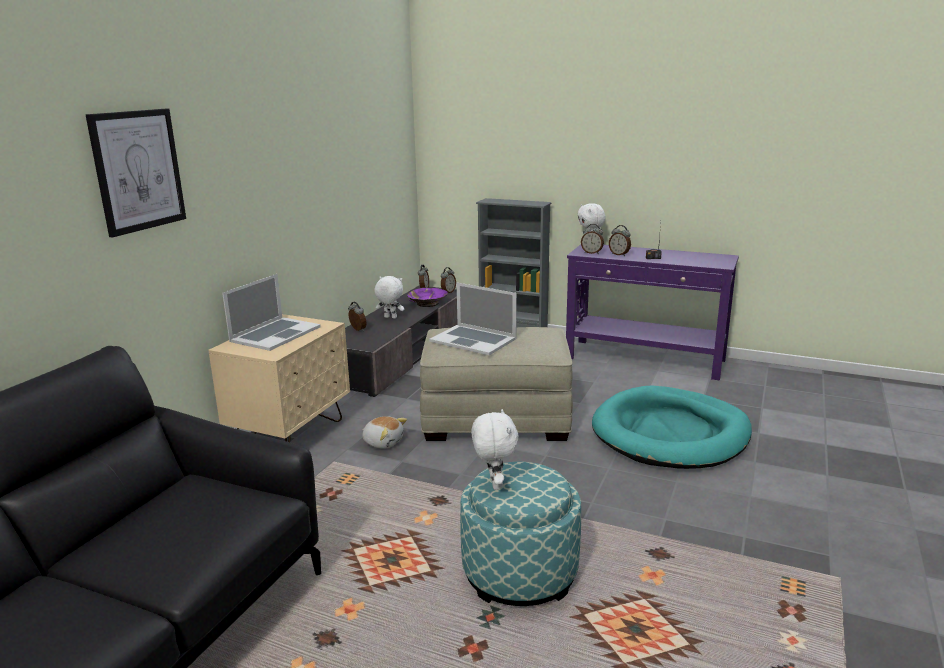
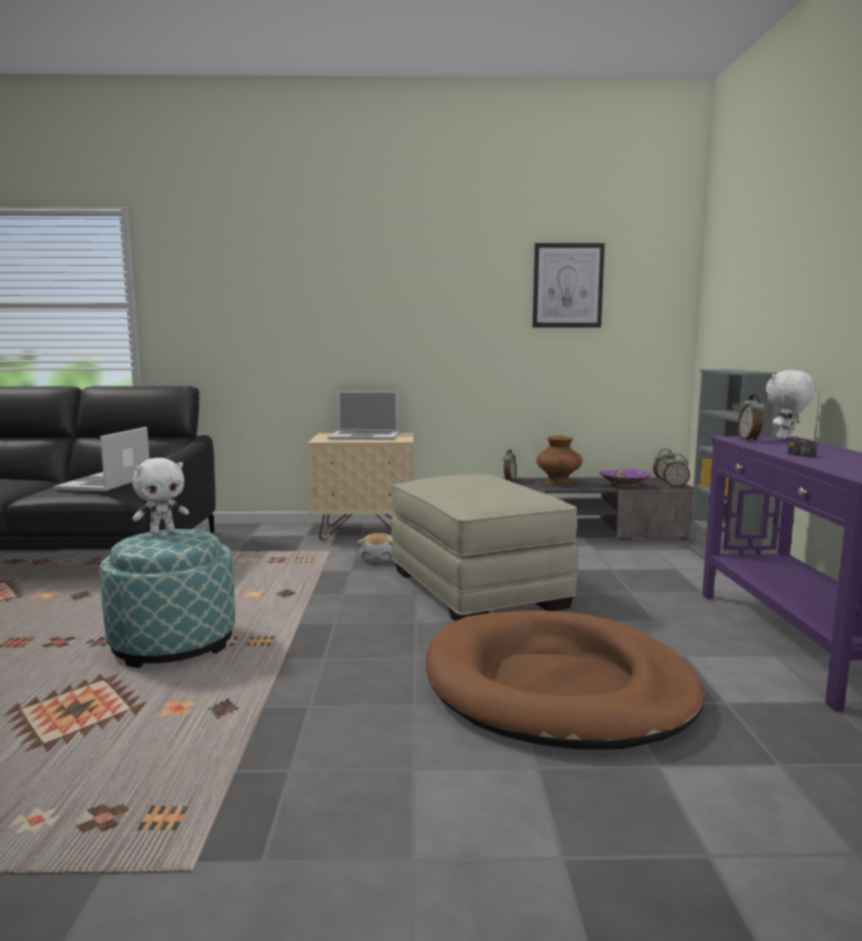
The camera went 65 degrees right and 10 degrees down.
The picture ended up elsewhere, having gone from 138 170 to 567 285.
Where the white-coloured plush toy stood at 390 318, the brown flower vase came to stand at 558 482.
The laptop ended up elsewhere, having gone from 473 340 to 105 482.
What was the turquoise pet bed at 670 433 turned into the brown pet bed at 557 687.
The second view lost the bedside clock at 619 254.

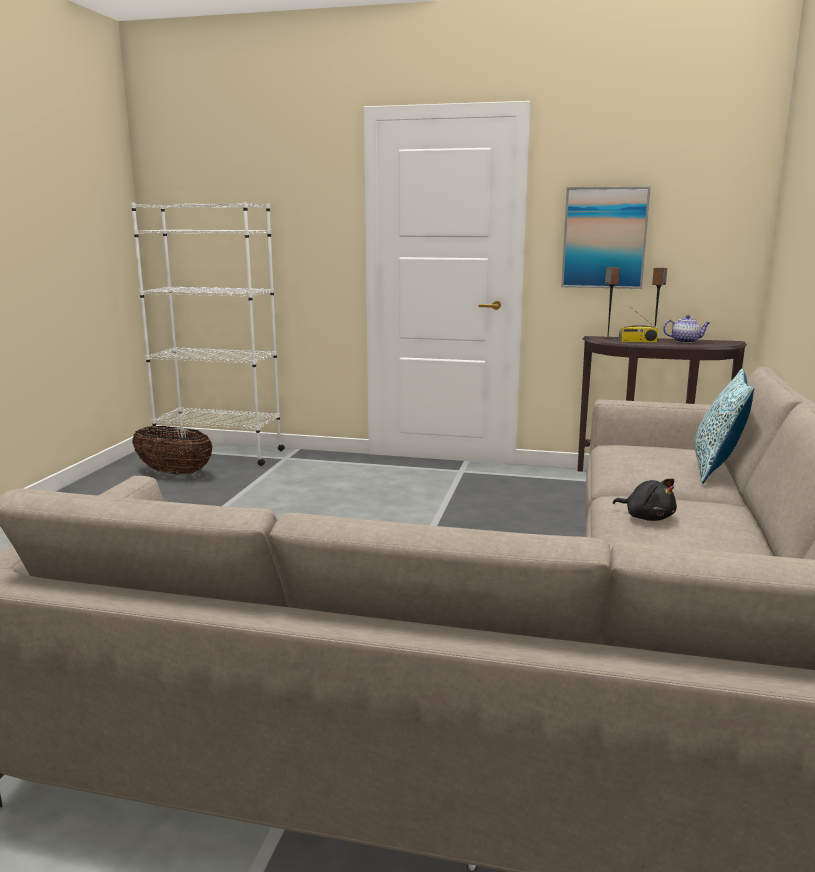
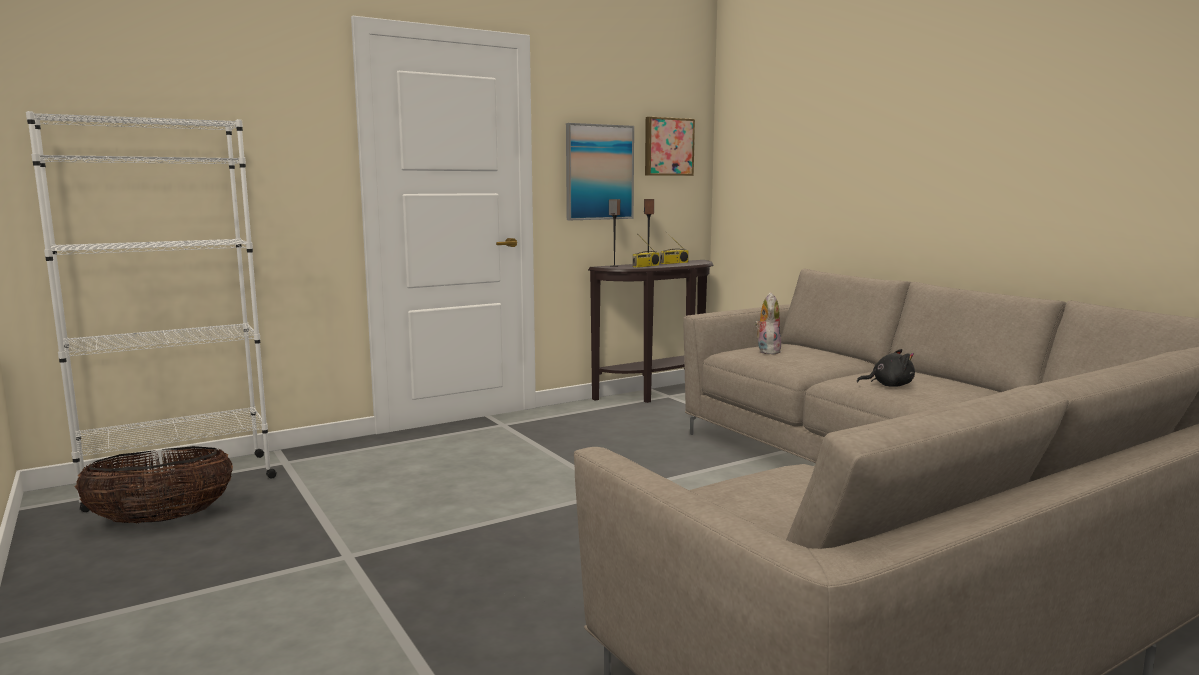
The camera went 45 degrees left and 5 degrees down.
Where the pot for tea stood at 685 341, the radio receiver came to stand at 674 263.
The second view lost the throw pillow at 716 469.
The second view gained the picture at 668 147.
The second view gained the plush toy at 767 351.

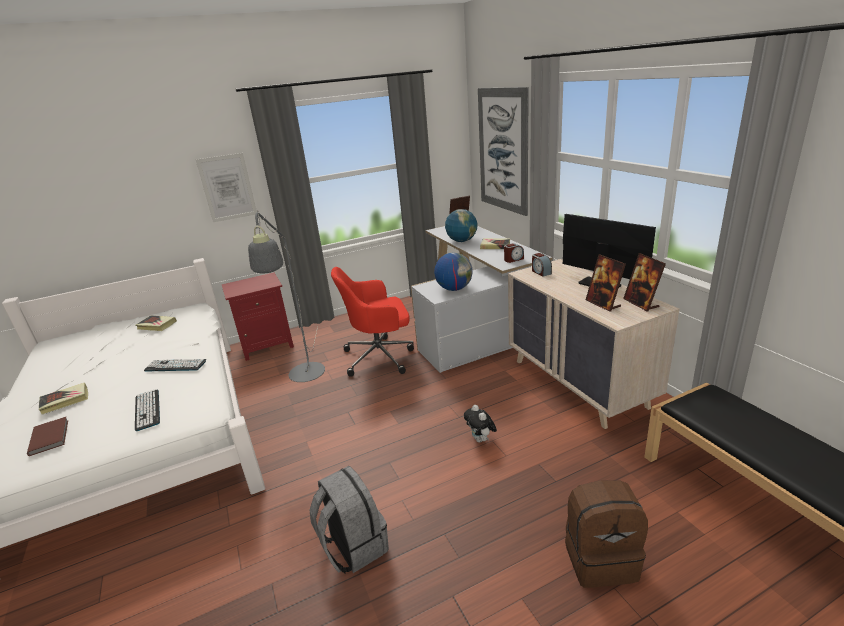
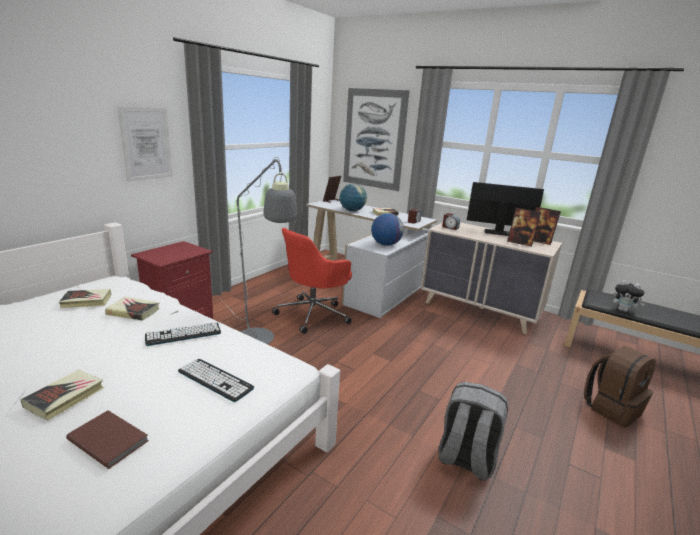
The camera went 35 degrees left and 5 degrees down.
The plush toy ended up elsewhere, having gone from 481 440 to 623 310.
The second view gained the book at 133 311.

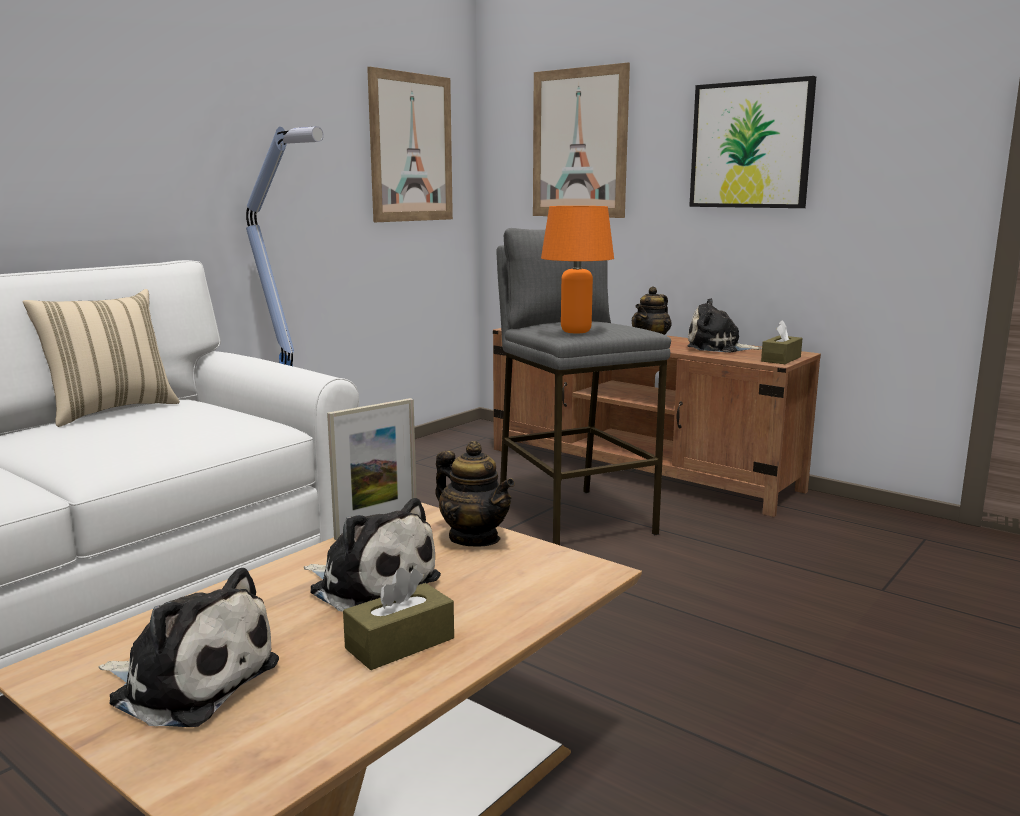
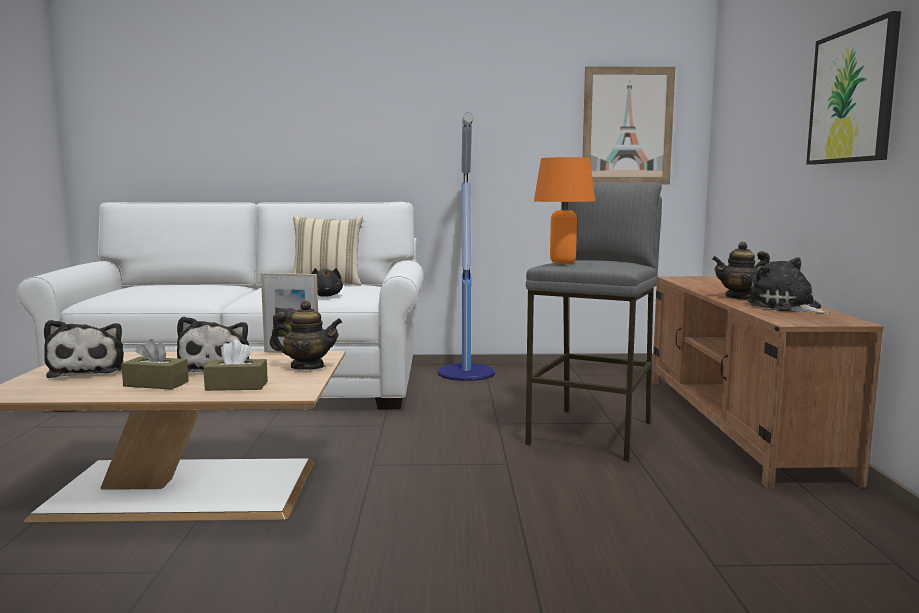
The camera went 50 degrees right and 5 degrees down.
The pot for tea at 474 538 ended up facing another way, 90 degrees counterclockwise from before.
The second view lost the picture at 579 143.
The brown tissue holder ended up elsewhere, having gone from 781 359 to 236 386.
The second view gained the blackish plush toy at 326 296.

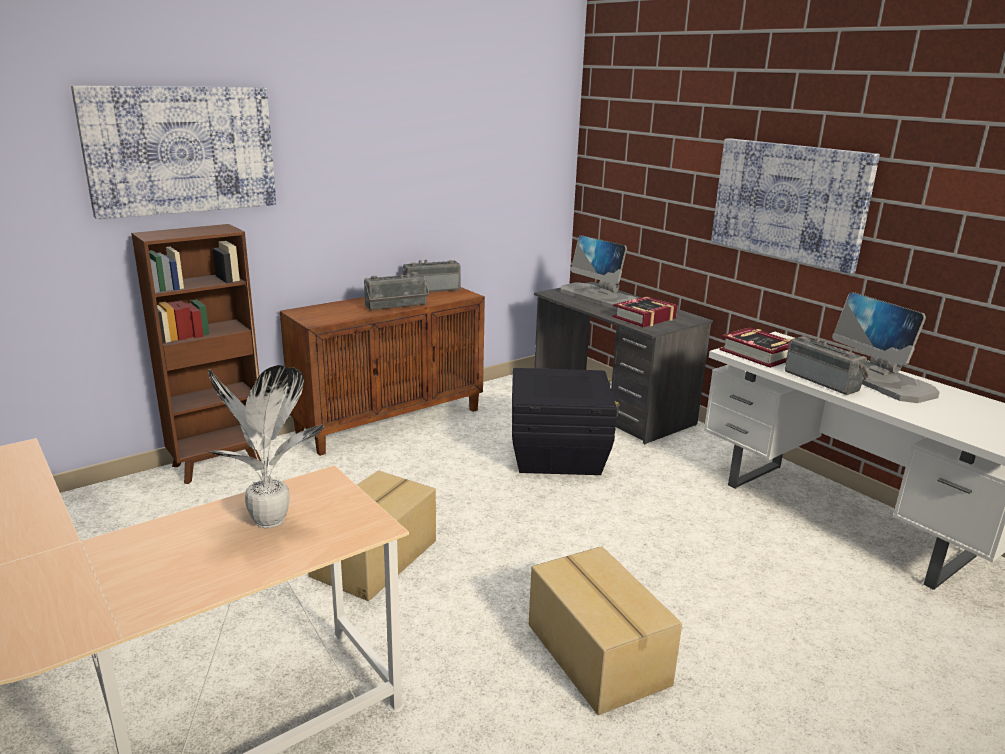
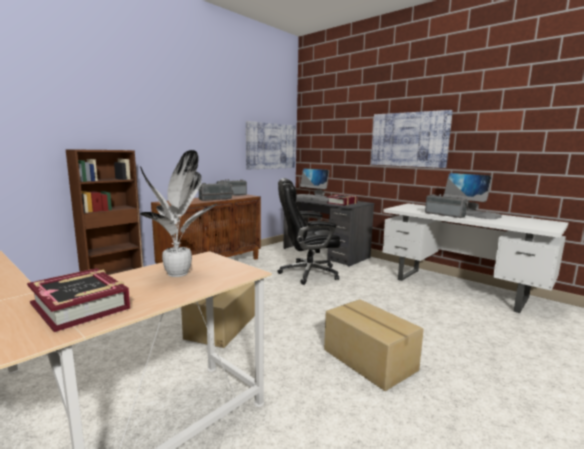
The camera went 10 degrees left and 10 degrees down.
The picture ended up elsewhere, having gone from 181 150 to 270 146.
Where the blackish storage box stood at 558 454, the blackish desk chair came to stand at 307 273.
The book ended up elsewhere, having gone from 758 354 to 81 306.

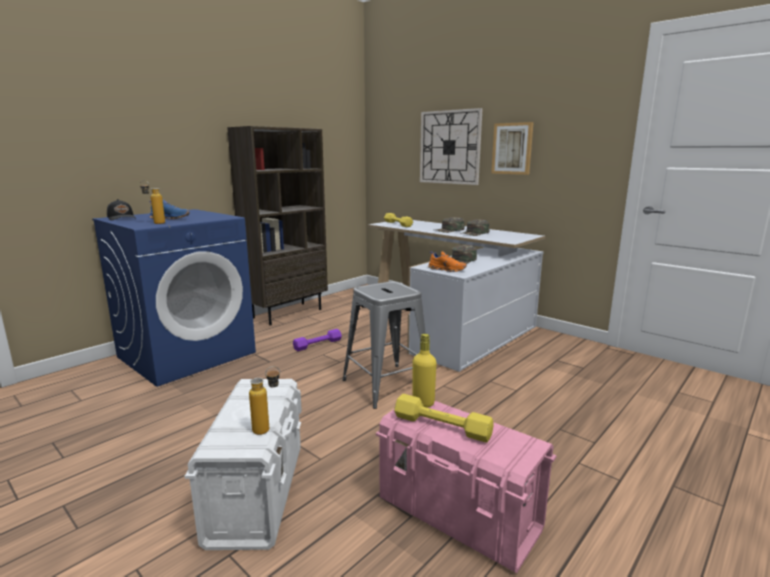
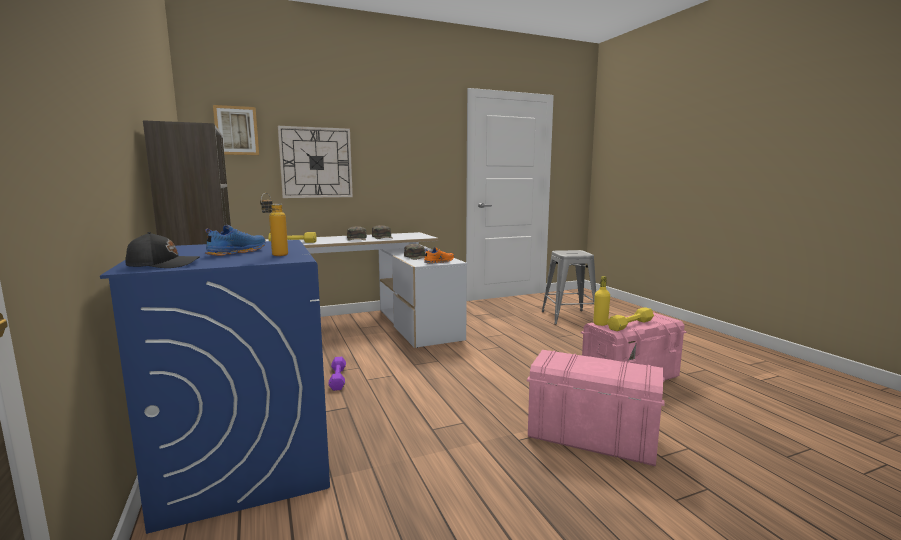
The camera went 65 degrees left and 5 degrees down.
What was the white-coloured storage box at 257 493 turned into the pink storage box at 591 438.
The second view lost the beverage bottle at 268 429.
The grey stool seat ended up elsewhere, having gone from 387 385 to 569 317.
The picture ended up elsewhere, having gone from 512 148 to 236 130.

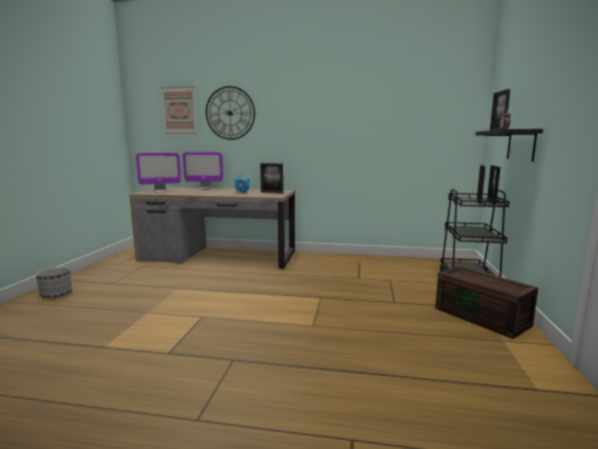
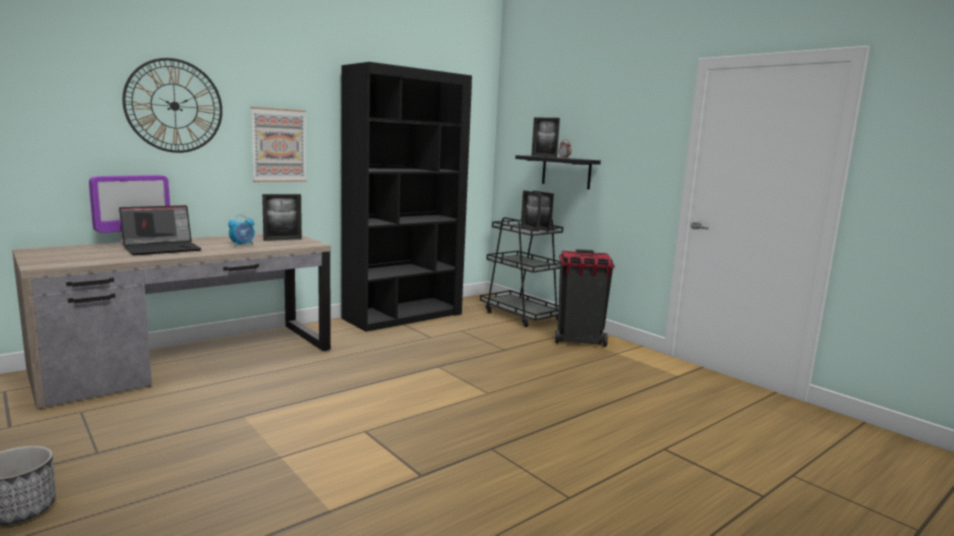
The camera went 50 degrees left and 0 degrees up.
The second view lost the monitor at 160 191.
The picture ended up elsewhere, having gone from 179 110 to 279 145.
Where the brown storage box stood at 483 317, the blackish rubbish bin came to stand at 579 340.
The second view gained the laptop at 163 249.
The second view gained the blackish shelving unit at 403 316.

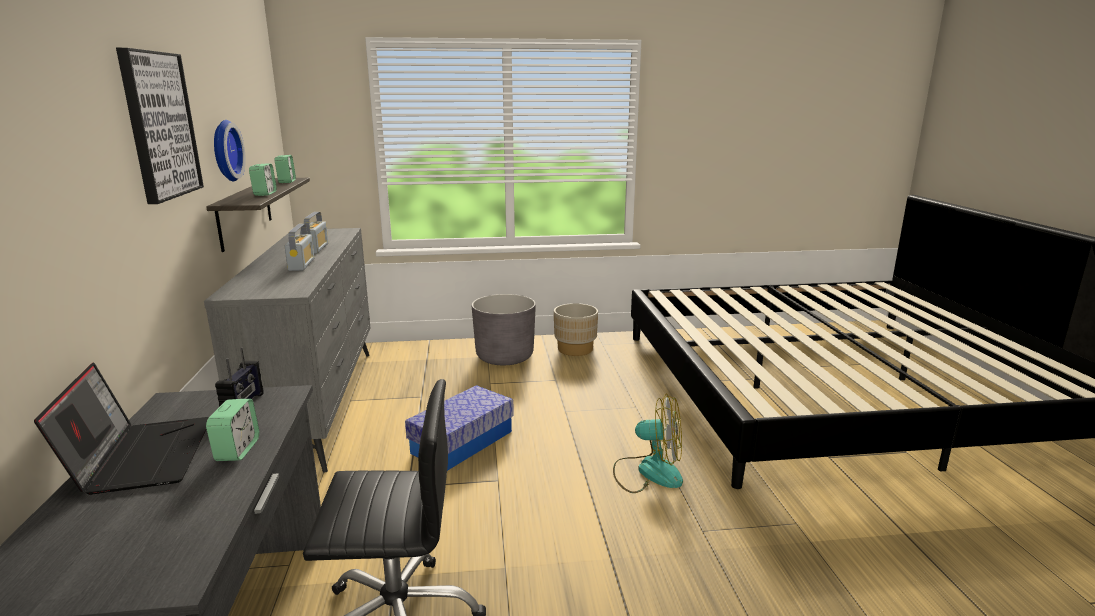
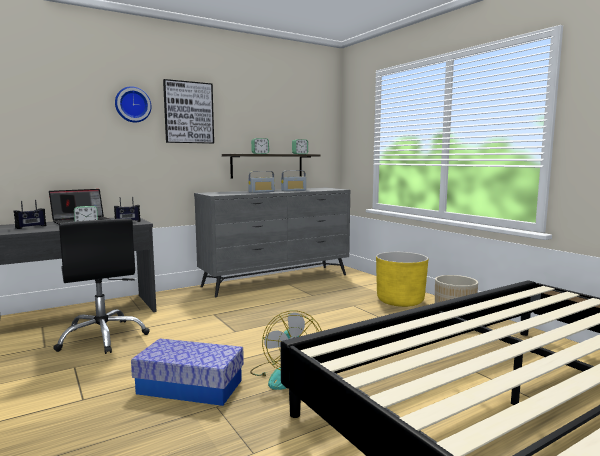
The camera went 65 degrees right and 10 degrees down.
The hanging clock ended up elsewhere, having gone from 224 151 to 132 104.
The storage box ended up elsewhere, having gone from 462 442 to 190 387.
What was the grey flower pot at 504 356 turned into the yellow flower pot at 400 301.
The second view gained the radio receiver at 31 227.

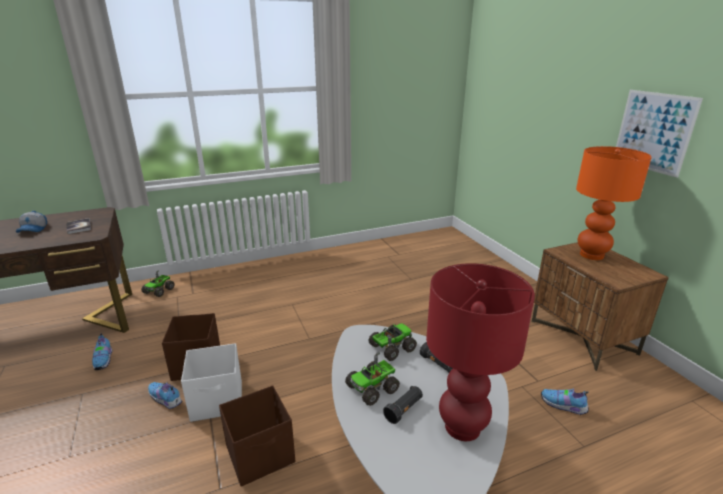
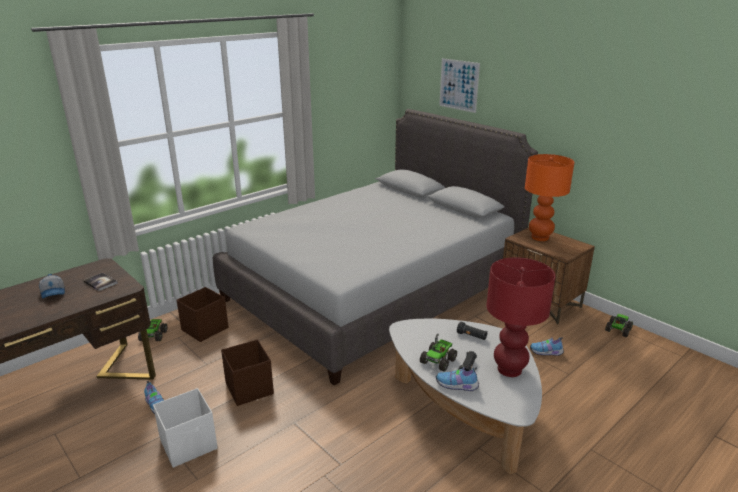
The camera went 20 degrees left and 0 degrees up.
The low shoe ended up elsewhere, having gone from 166 400 to 458 386.
The white-coloured storage box ended up elsewhere, having gone from 218 401 to 189 445.
The brown storage box ended up elsewhere, having gone from 261 455 to 205 329.
The toy lorry ended up elsewhere, having gone from 391 348 to 618 330.
The picture ended up elsewhere, having gone from 653 132 to 459 85.
The second view gained the grey bed at 374 291.

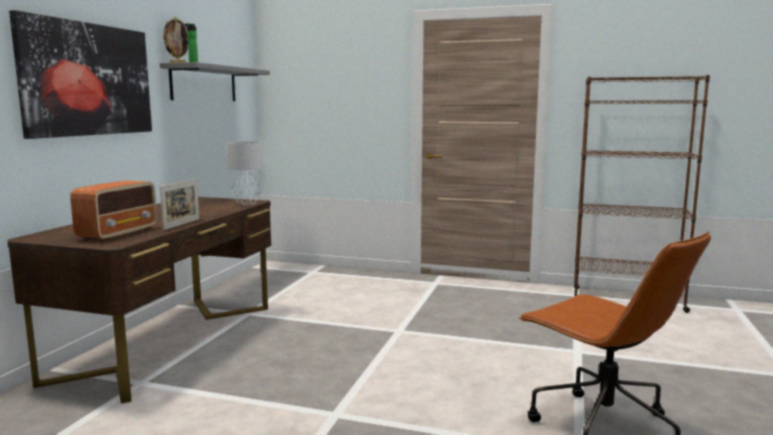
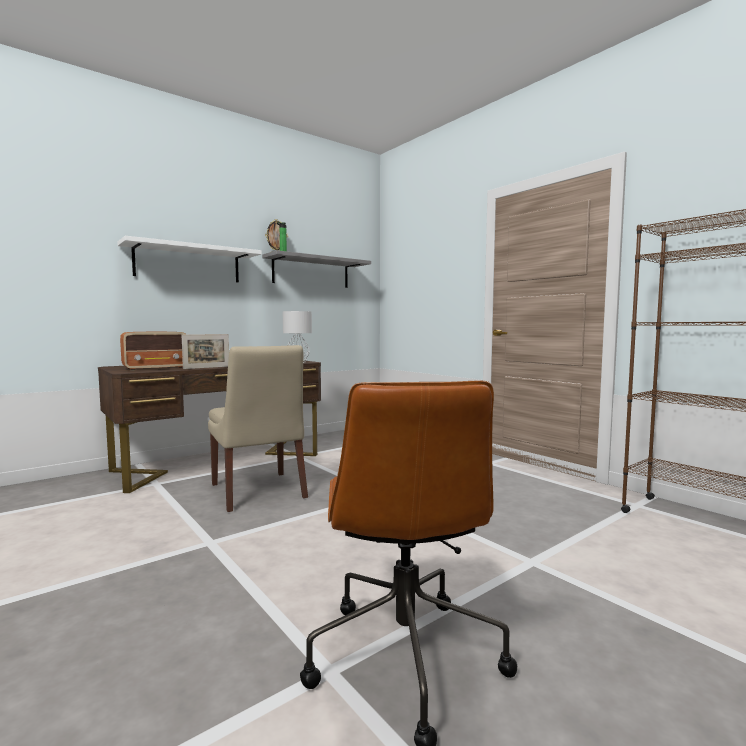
The camera went 35 degrees right and 5 degrees down.
Where the picture hung at 88 79, the white-coloured bracket shelf came to hang at 188 264.
The second view gained the sand-coloured upright chair at 259 492.

